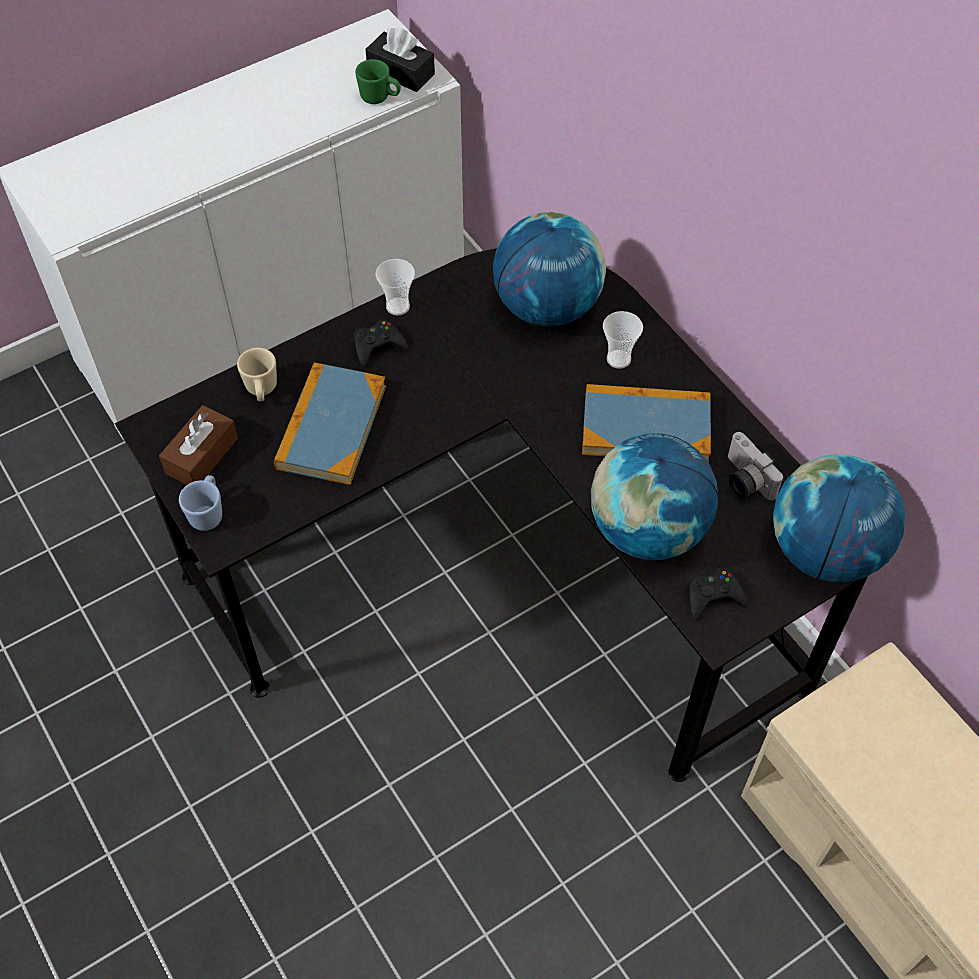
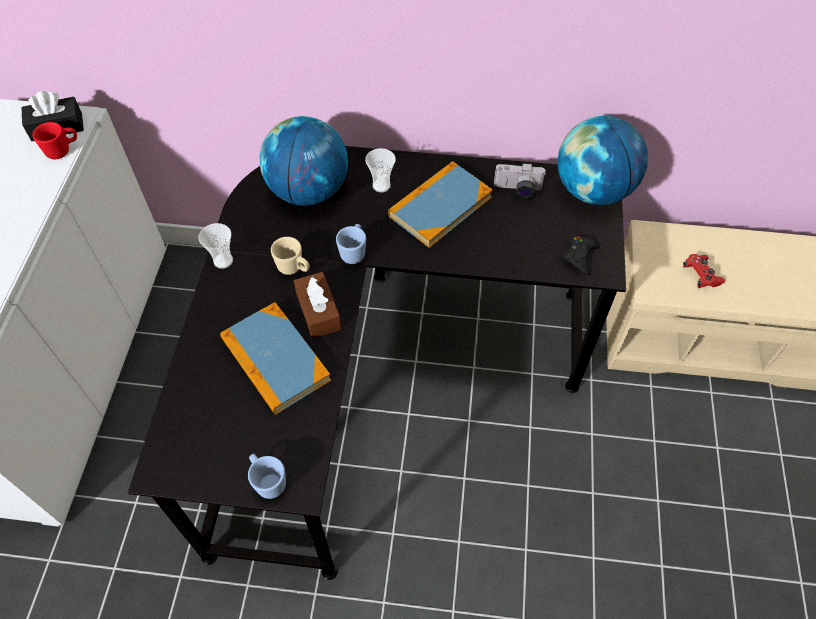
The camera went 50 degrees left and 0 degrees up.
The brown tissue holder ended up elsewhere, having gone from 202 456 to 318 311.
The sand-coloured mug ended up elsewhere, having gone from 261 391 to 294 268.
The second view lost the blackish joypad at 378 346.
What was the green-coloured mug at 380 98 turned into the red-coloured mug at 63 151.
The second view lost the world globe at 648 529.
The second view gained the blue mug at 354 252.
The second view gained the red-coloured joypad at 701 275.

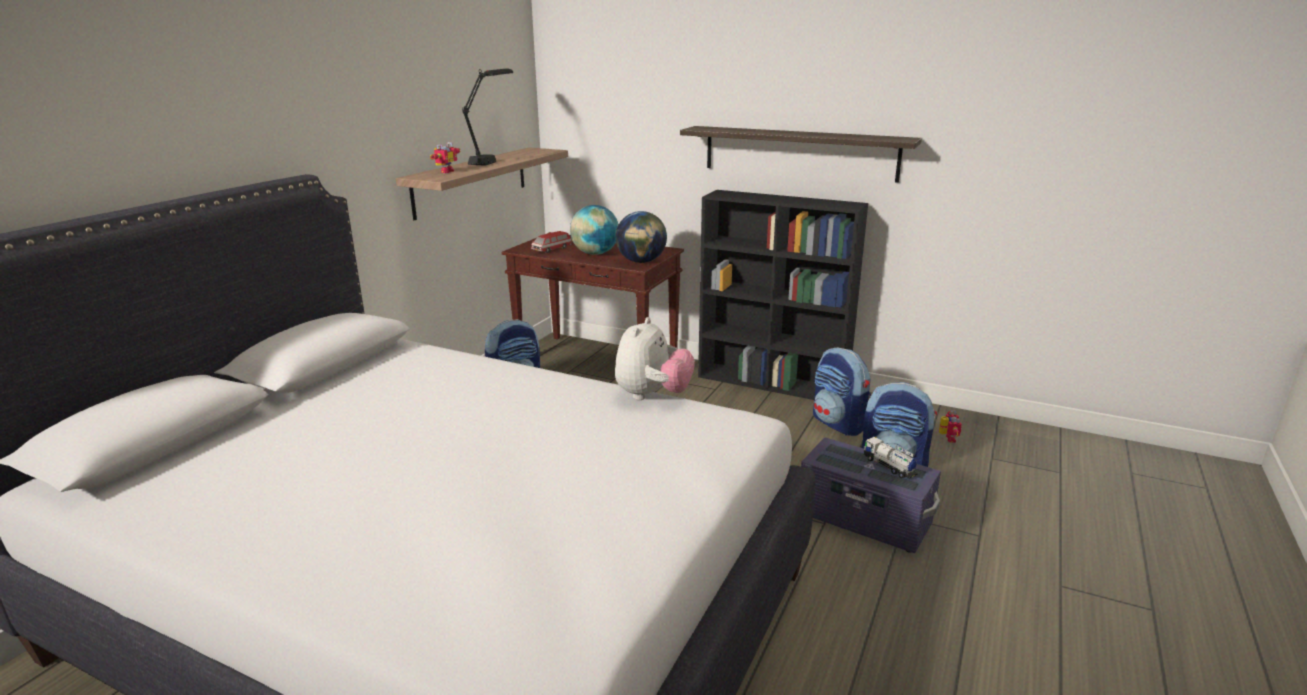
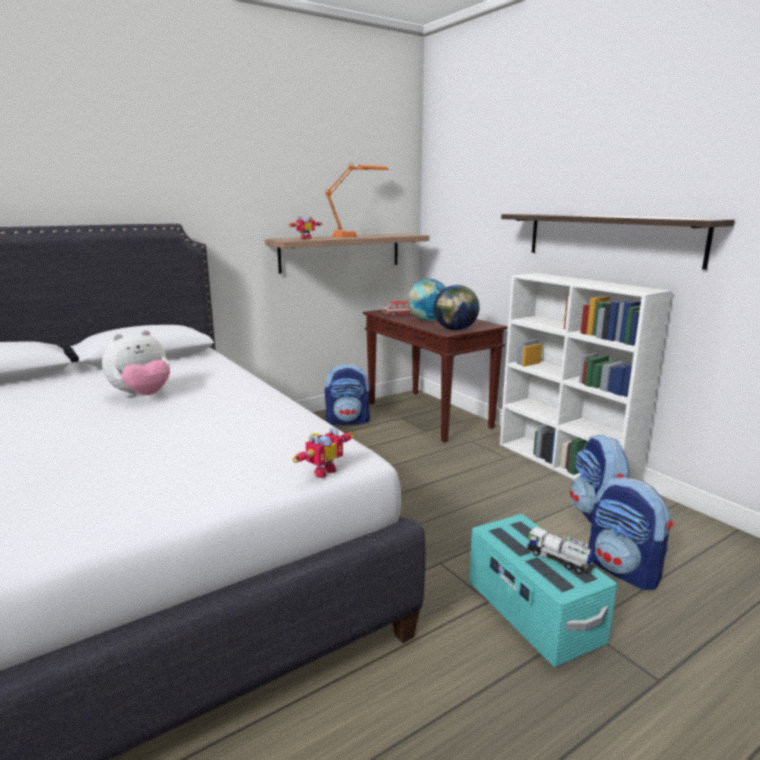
The camera went 30 degrees right and 5 degrees down.
What was the blackish tabletop lamp at 493 159 turned into the orangey tabletop lamp at 358 236.
The plush toy ended up elsewhere, having gone from 652 395 to 142 396.
What was the blackish shelving unit at 773 383 turned into the white-coloured shelving unit at 566 465.
What was the purple-coloured storage box at 863 520 turned into the turquoise storage box at 533 614.
The toy lorry at 889 466 ended up facing another way, 45 degrees counterclockwise from before.
The robot figure ended up elsewhere, having gone from 947 438 to 322 471.

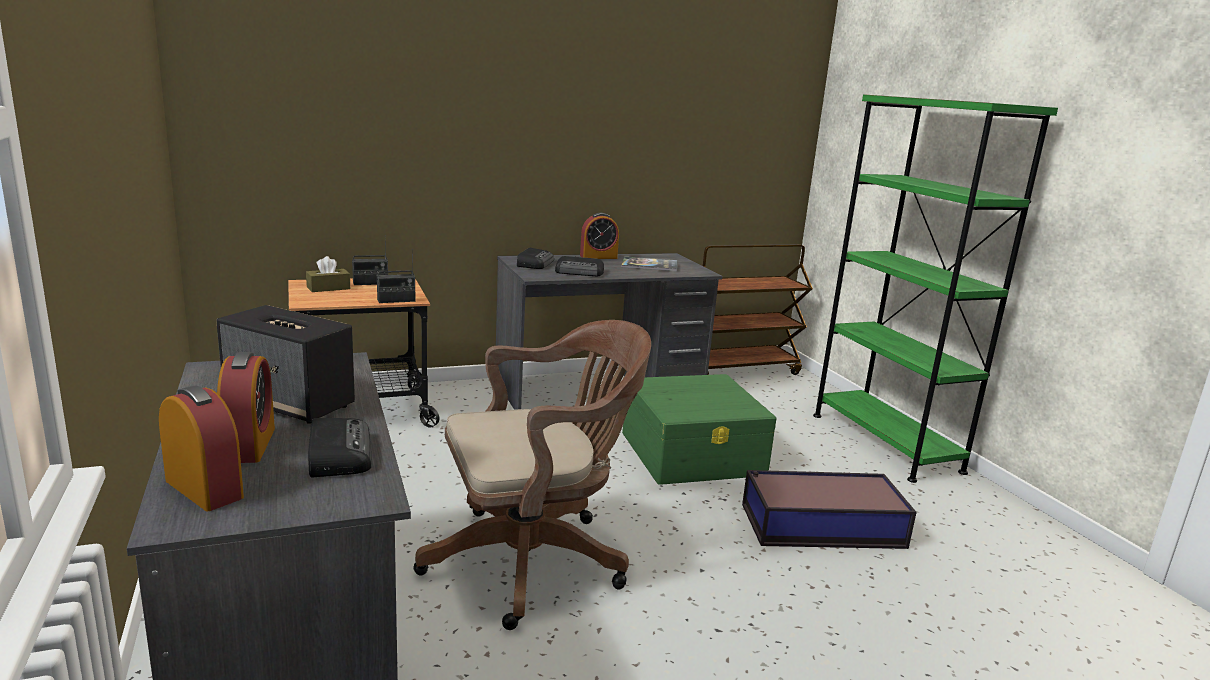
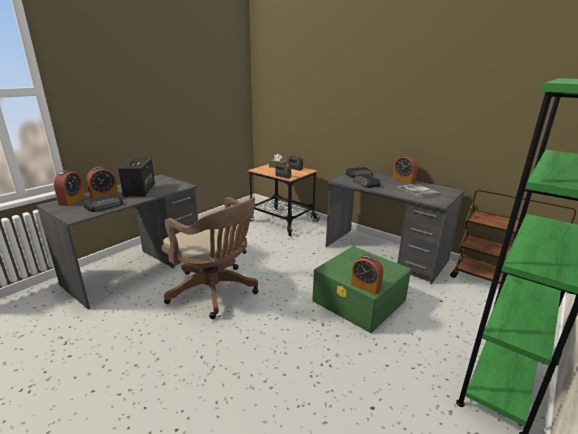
The camera went 60 degrees right and 5 degrees up.
The second view lost the storage box at 819 525.
The second view gained the bedside clock at 365 286.

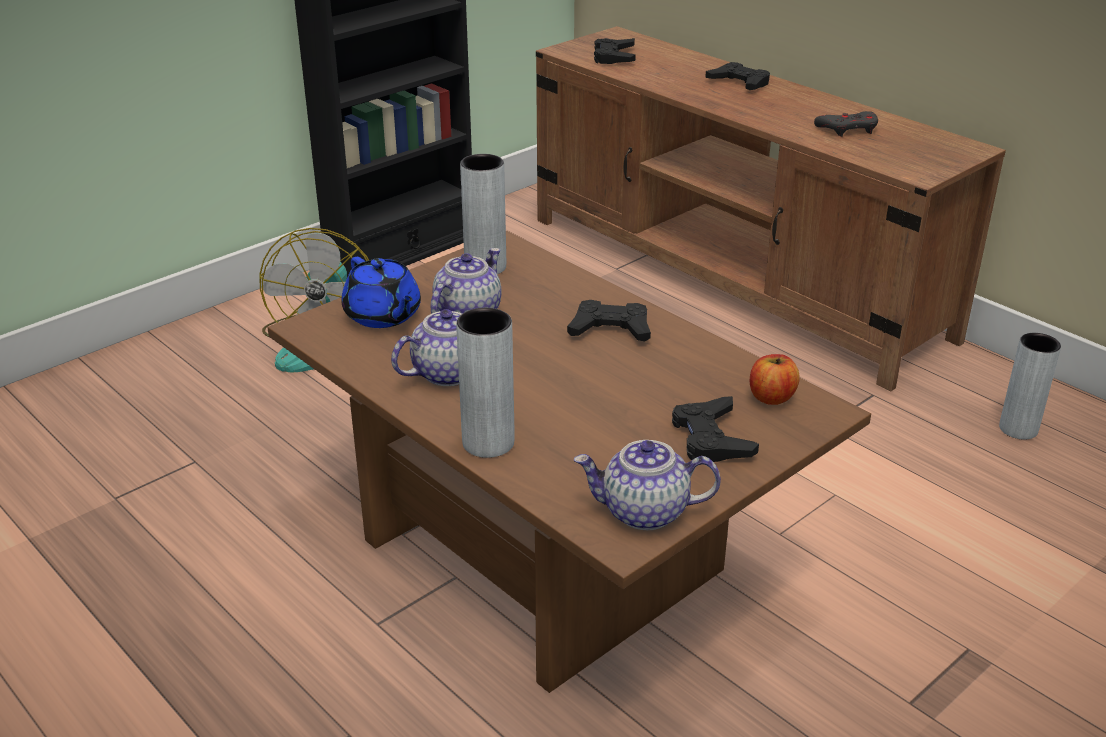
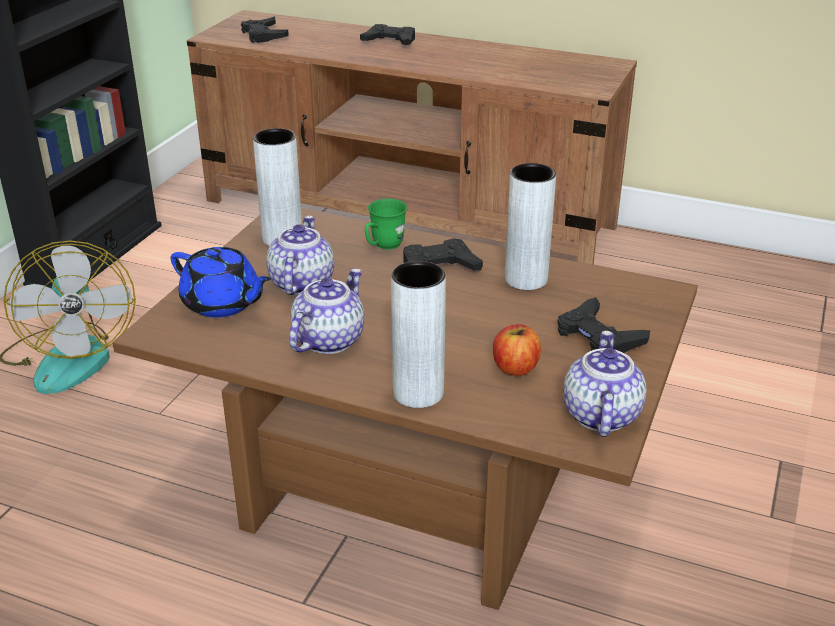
The camera went 25 degrees left and 0 degrees up.
The pot for tea at 644 512 ended up facing another way, 120 degrees clockwise from before.
The apple ended up elsewhere, having gone from 771 397 to 515 368.
The second view lost the grey joypad at 848 129.
The grey flower vase ended up elsewhere, having gone from 1018 429 to 526 279.
The second view gained the green-coloured mug at 383 246.

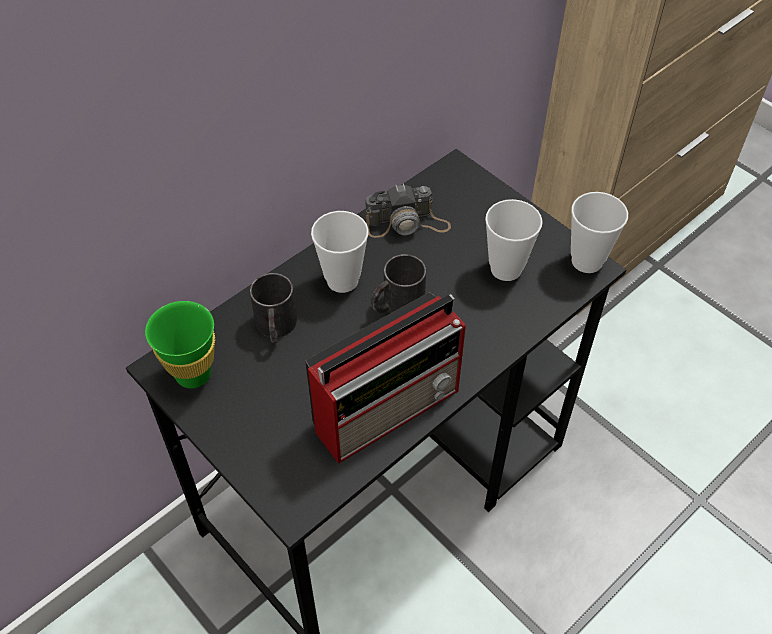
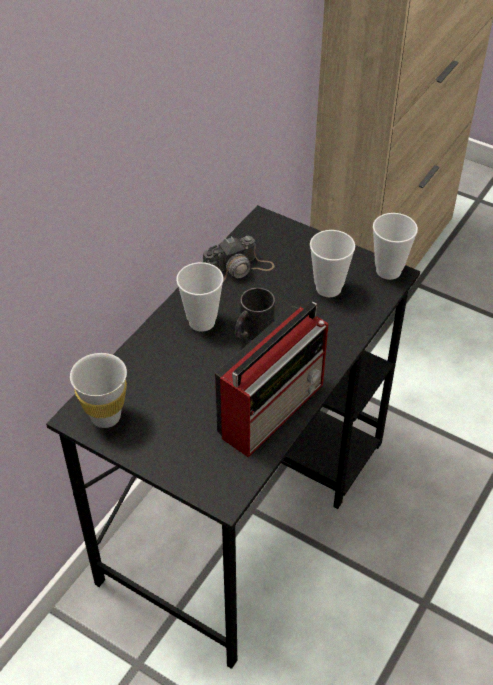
The camera went 15 degrees left and 5 degrees down.
What was the green-coloured drinking cup at 193 374 turned into the white-coloured drinking cup at 105 417.
The second view lost the blackish mug at 276 328.

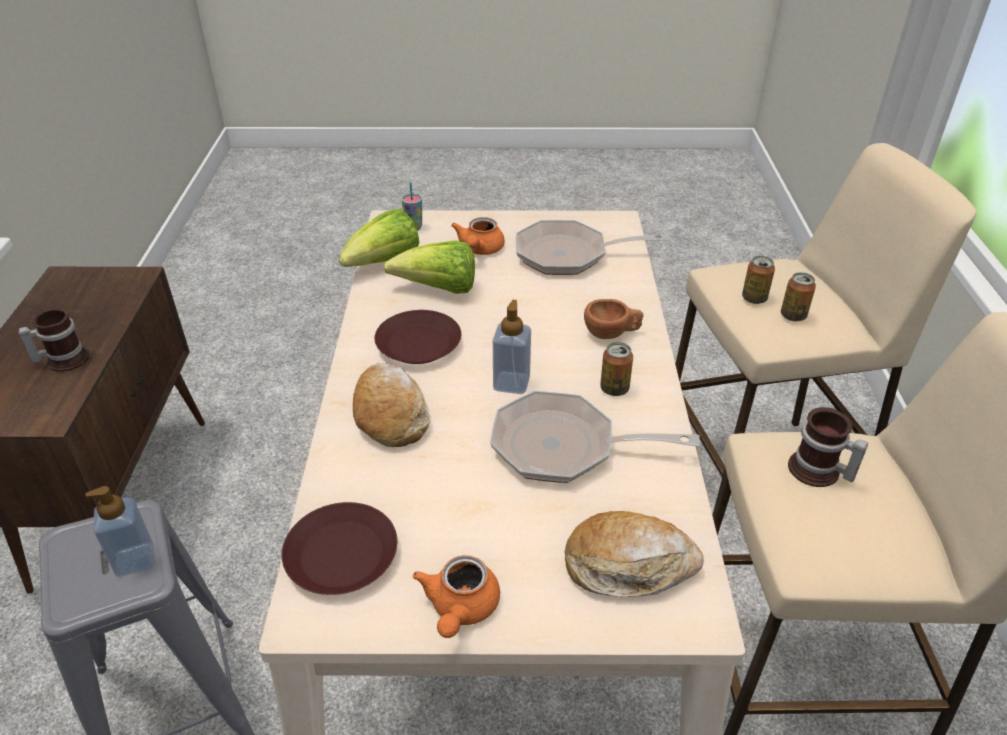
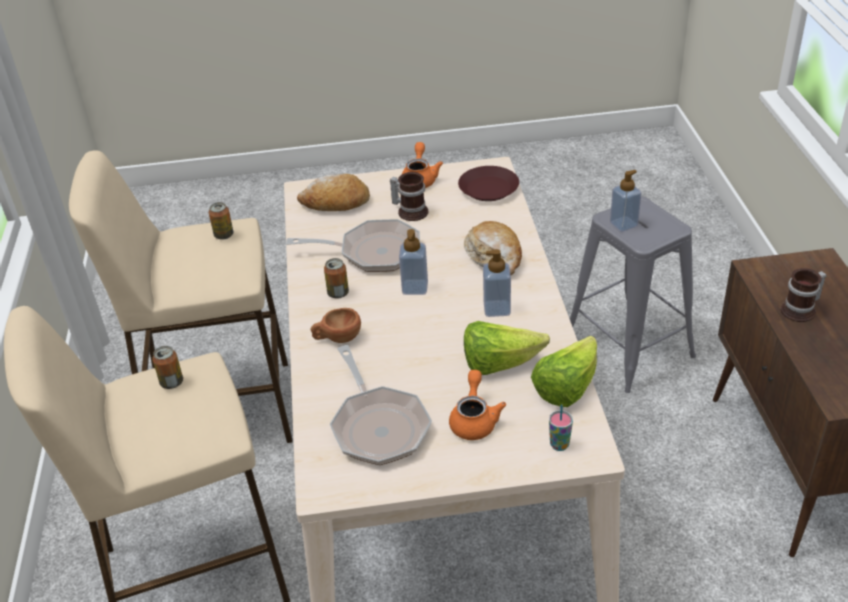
The camera went 175 degrees right and 0 degrees up.
Where the brown flat dish stood at 418 344, the soap bottle came to stand at 497 309.
The skillet at 569 255 ended up facing another way, 75 degrees clockwise from before.
The sealed can ended up elsewhere, having gone from 754 298 to 224 235.
The mug ended up elsewhere, having gone from 817 473 to 411 211.

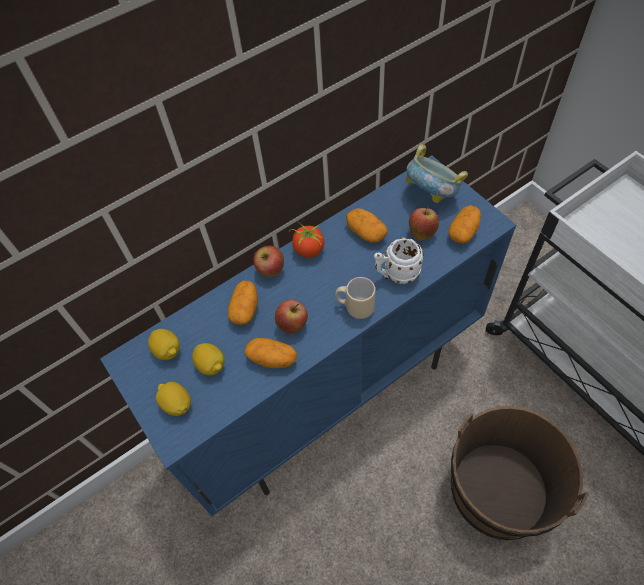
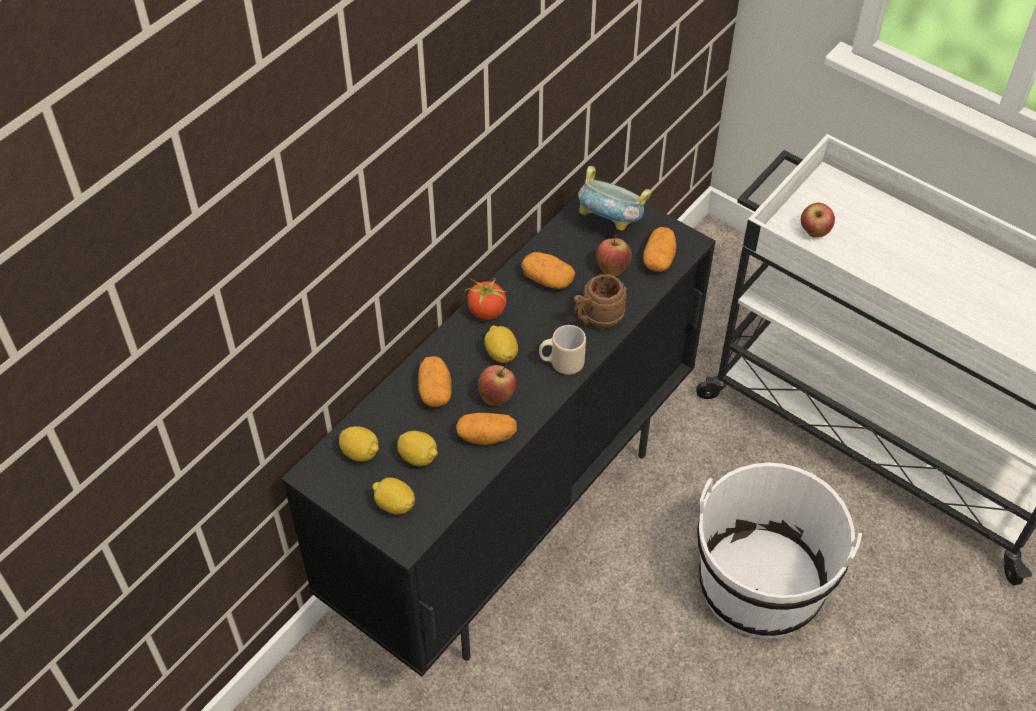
The camera went 20 degrees left and 5 degrees down.
What was the blue cupboard at 330 395 turned into the blackish cupboard at 513 520.
The apple ended up elsewhere, having gone from 271 271 to 814 232.
What was the white-coloured mug at 396 274 turned into the brown mug at 597 319.
What was the brown water bucket at 498 491 turned into the white-coloured water bucket at 760 584.
The second view gained the citrus fruit at 501 353.

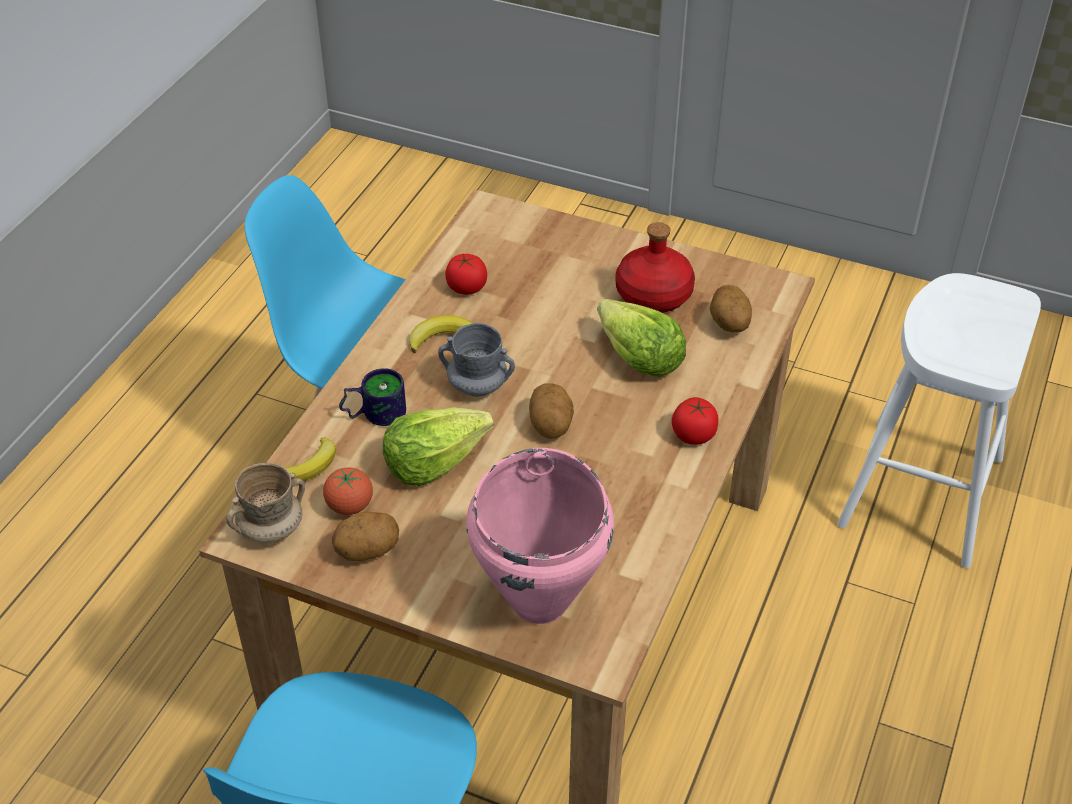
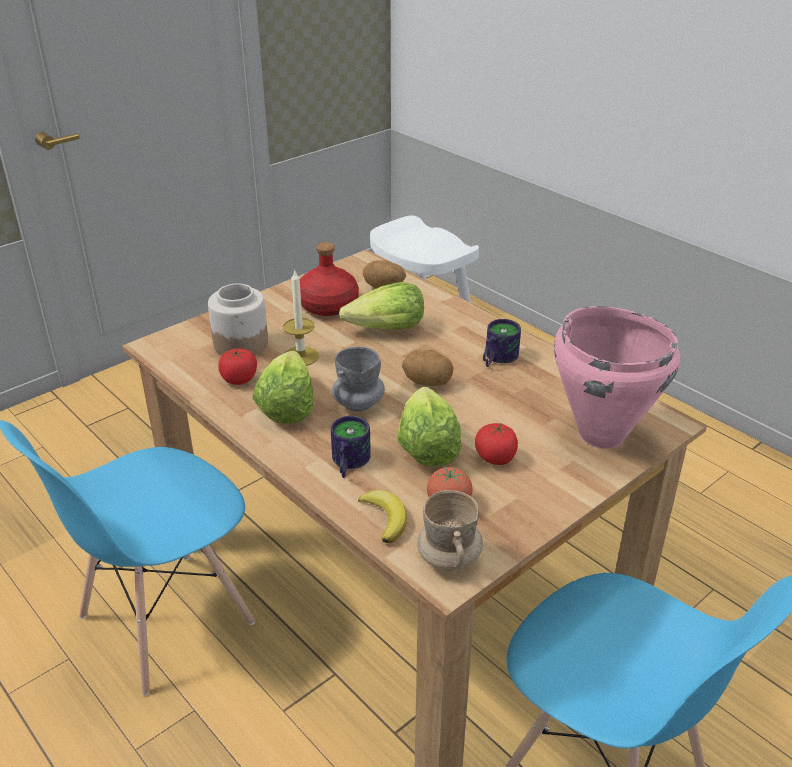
The camera went 65 degrees left and 10 degrees down.
The second view lost the whole potato at 367 551.
Where the banana stood at 442 337, the lettuce came to stand at 286 406.
The fresh tomato ended up elsewhere, having gone from 694 435 to 495 457.
The second view gained the jar at 241 343.
The second view gained the wax light at 301 356.
The second view gained the mug at 495 358.

